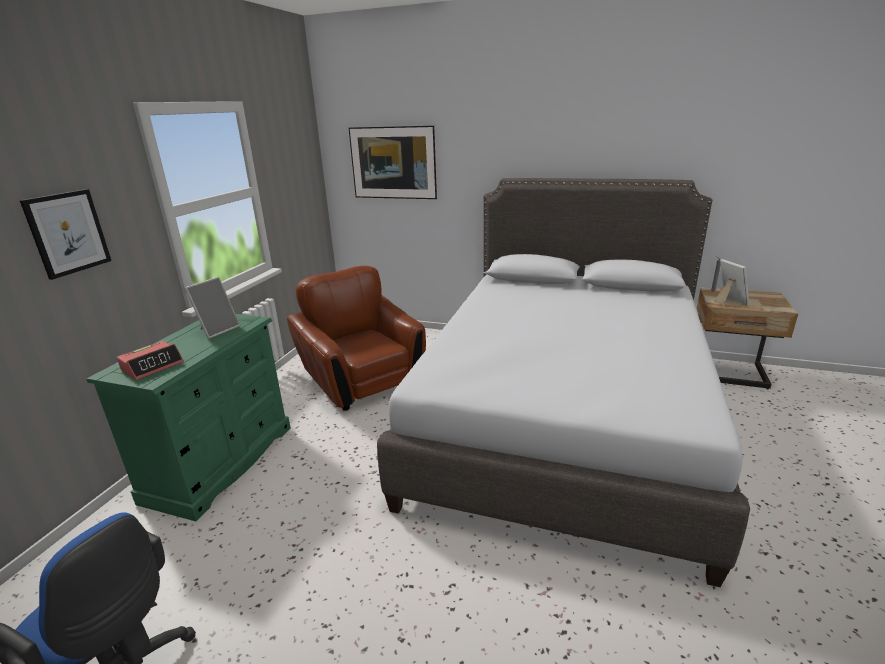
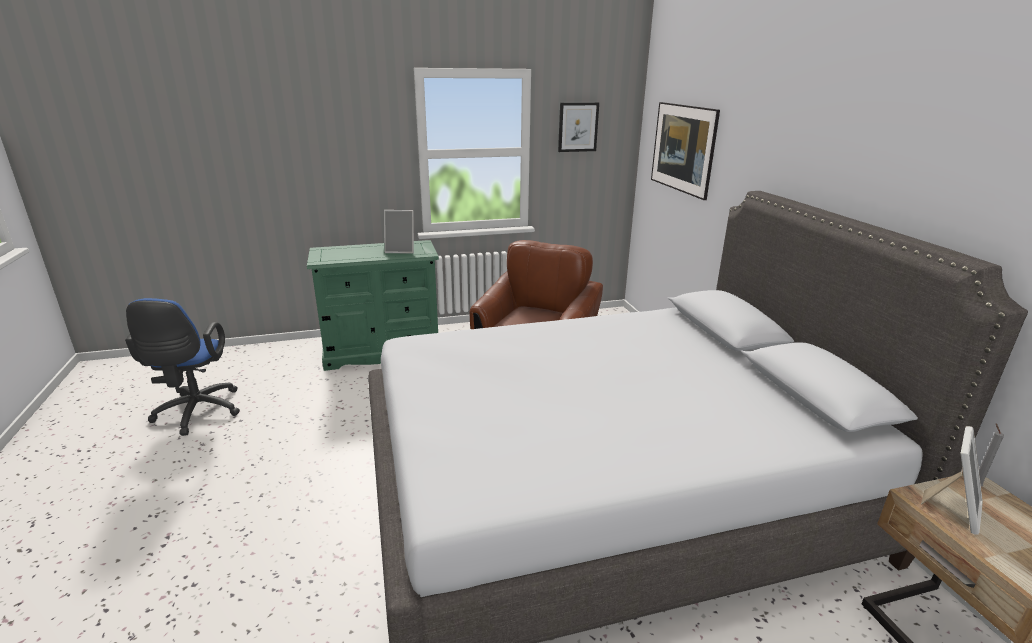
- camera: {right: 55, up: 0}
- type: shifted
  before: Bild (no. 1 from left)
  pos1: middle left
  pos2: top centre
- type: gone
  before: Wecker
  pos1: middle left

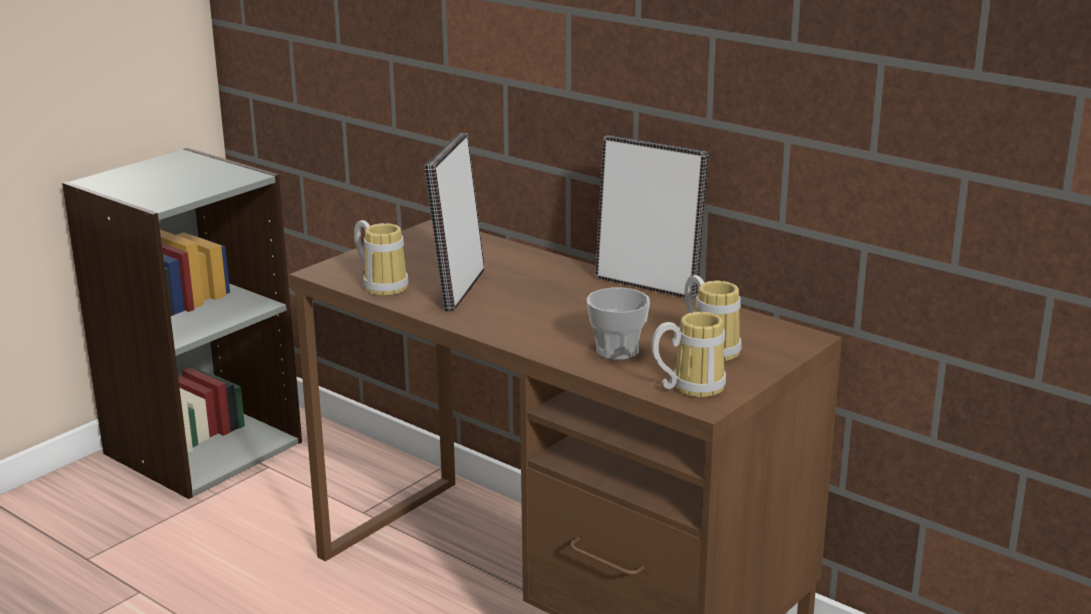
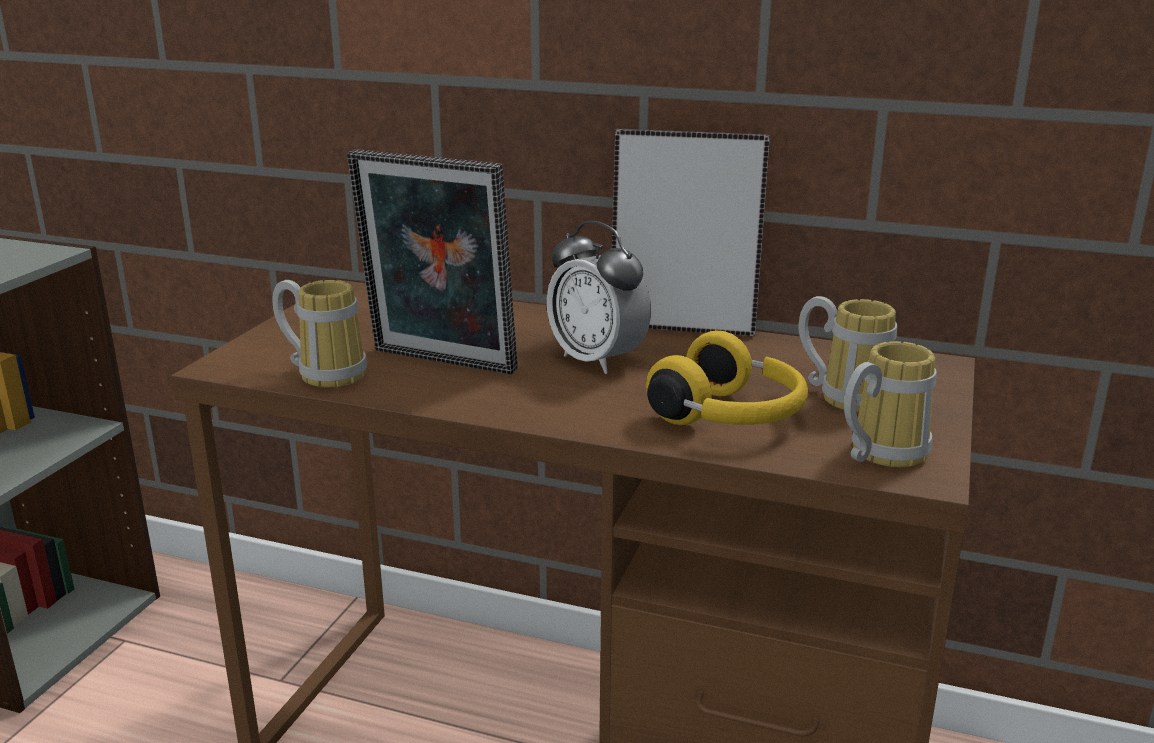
- camera: {right: -20, up: 0}
- type: rotated
  before: Bilderrahmen (no. 1 from left)
  pos1: centre
  pos2: centre
  turn: -60
- type: new
  after: Wecker
  pos2: centre
- type: swapped
  before: Tasse
  after: Kopfhörer (gelb)
  pos1: centre
  pos2: centre

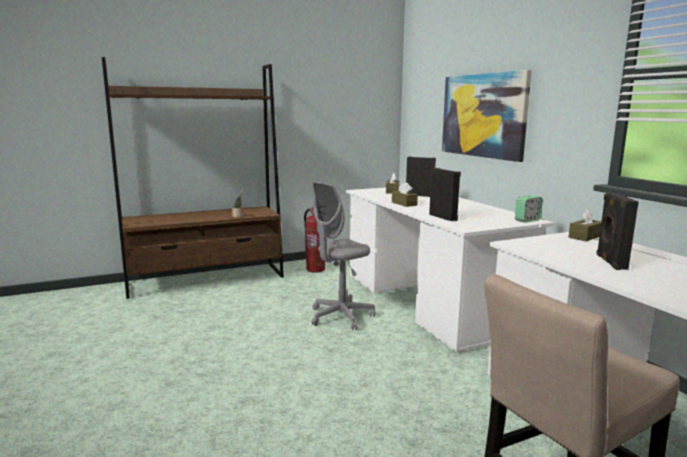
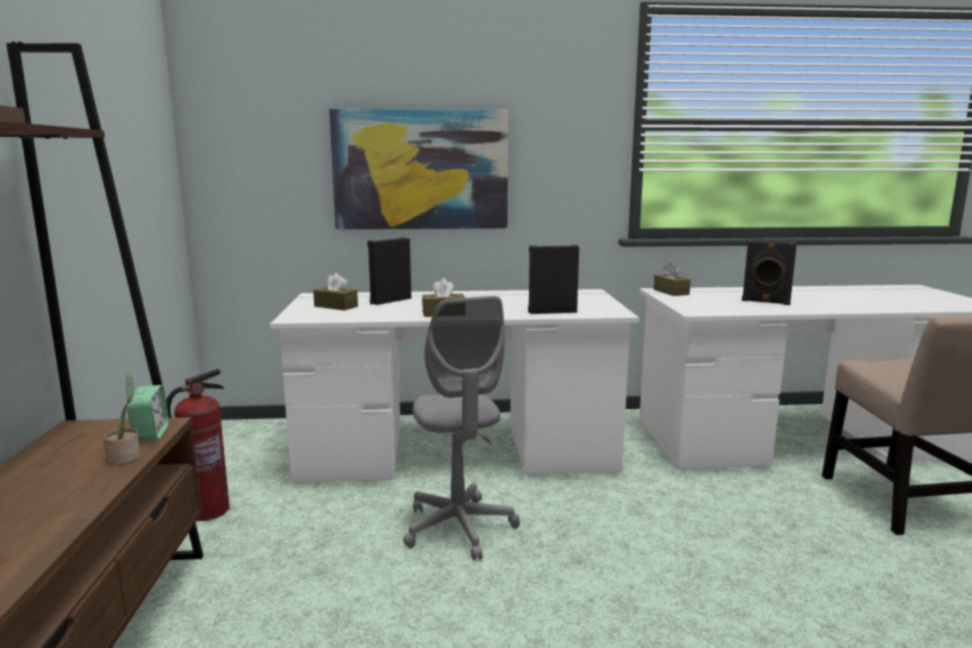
- camera: {right: -70, up: 0}
- type: shifted
  before: Wecker
  pos1: middle right
  pos2: middle left

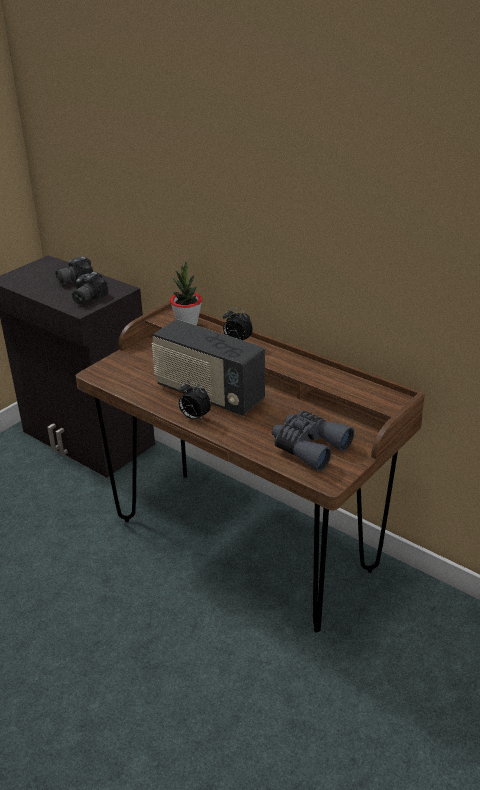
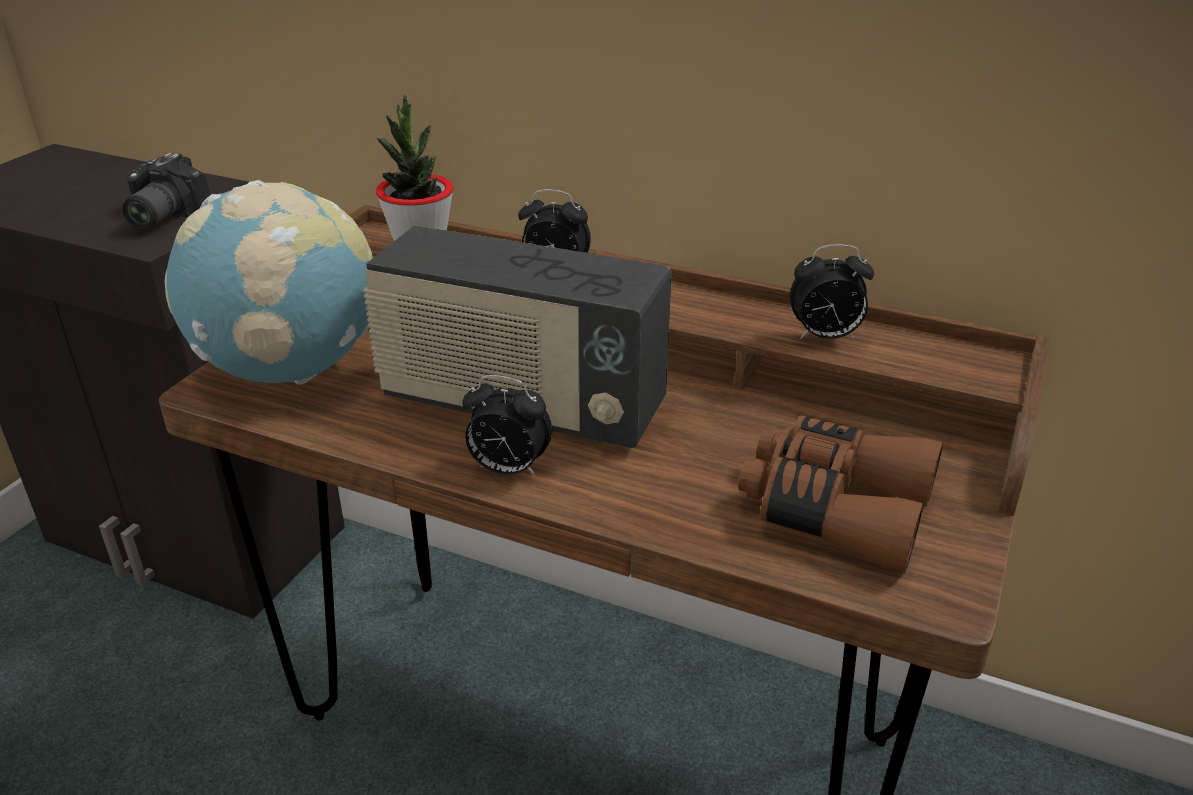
- camera: {right: -15, up: 0}
- type: new
  after: Globus
  pos2: middle left
- type: repainted
  before: Fernglas (grau)
  after: Fernglas (braun)
  pos1: centre
  pos2: middle right
- type: new
  after: Wecker (no. 3 from left)
  pos2: middle right
- type: gone
  before: Kamera (no. 1 from left)
  pos1: middle left

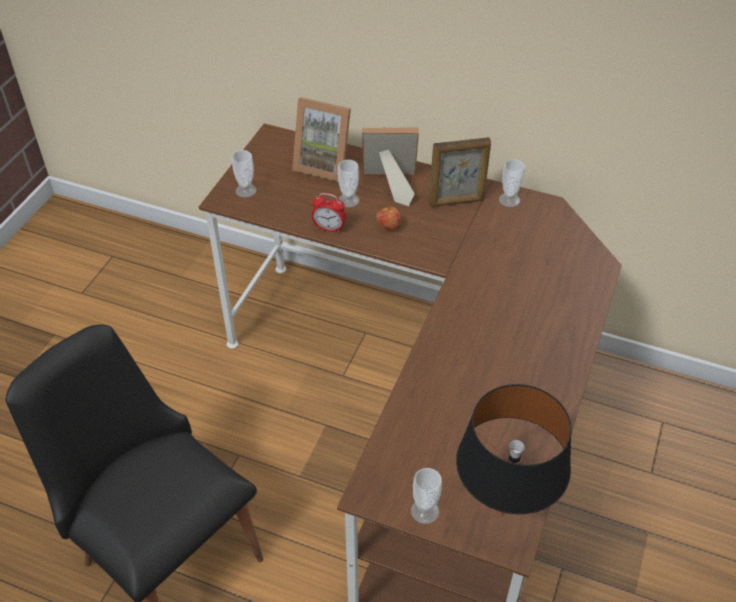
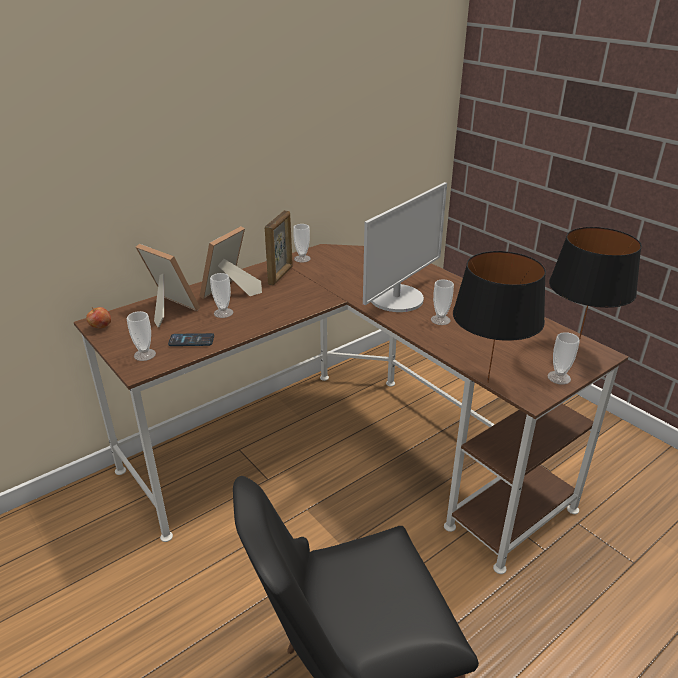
- camera: {right: -60, up: -15}
- type: shifted
  before: Apfel
  pos1: centre
  pos2: middle left
- type: rotated
  before: Bilderrahmen (no. 1 from left)
  pos1: top centre
  pos2: middle left
  turn: -105
- type: new
  after: Handy
  pos2: middle left
- type: new
  after: Monitor
  pos2: centre
- type: new
  after: Tasse (no. 4 from left)
  pos2: centre
- type: new
  after: Tischlampe (schwarz) (no. 1 from left)
  pos2: middle right
- type: gone
  before: Wecker
  pos1: centre

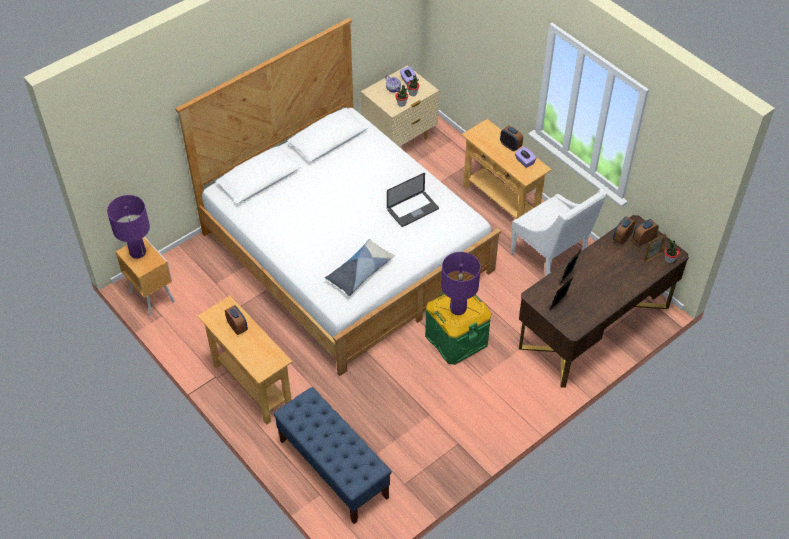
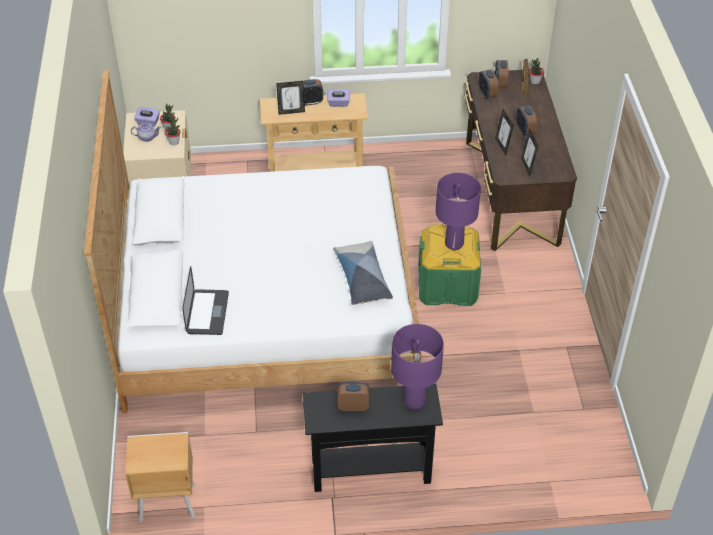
- camera: {right: -55, up: -5}
- type: shifted
  before: Laptop
  pos1: centre
  pos2: middle left
- type: new
  after: Bilderrahmen (no. 1 from left)
  pos2: top centre
- type: repainted
  before: Konsolentisch (beige) (no. 1 from left)
  after: Konsolentisch (schwarz)
  pos1: bottom left
  pos2: bottom centre
- type: shifted
  before: Tischlampe (lila) (no. 1 from left)
  pos1: middle left
  pos2: bottom centre
- type: new
  after: Wecker (no. 5 from left)
  pos2: top right
- type: gone
  before: Bank (blau)
  pos1: bottom centre
- type: gone
  before: Sessel (weiß)
  pos1: middle right

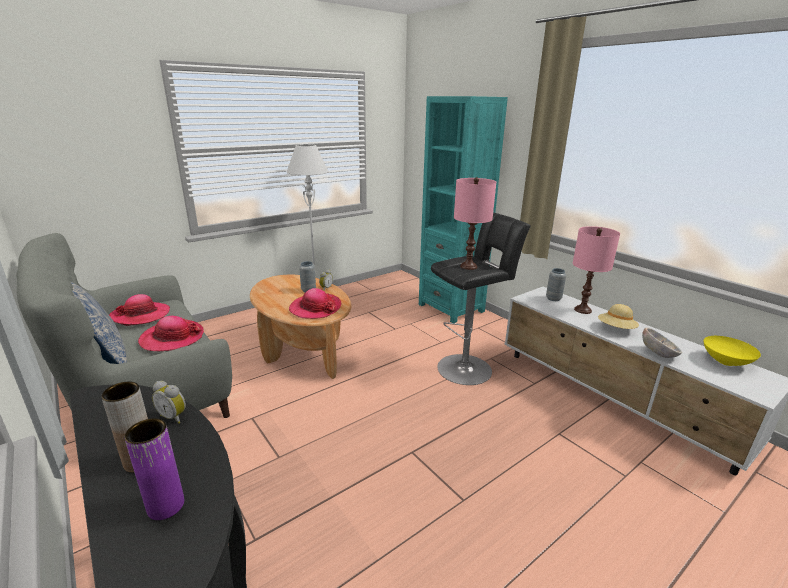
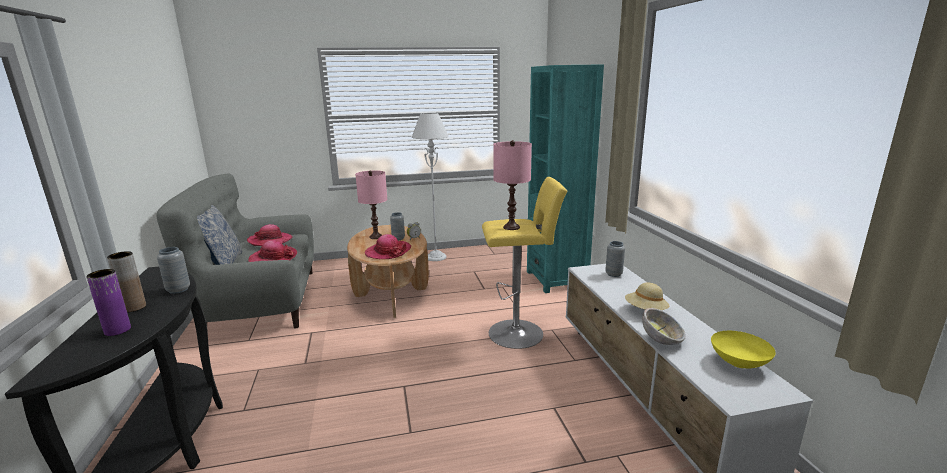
- camera: {right: 25, up: -5}
- type: swapped
  before: Wecker (no. 1 from left)
  after: Vase (grau) (no. 1 from left)
  pos1: bottom left
  pos2: middle left
- type: shifted
  before: Tischlampe (rosa) (no. 2 from left in the first image)
  after: Tischlampe (rosa) (no. 1 from left)
  pos1: middle right
  pos2: centre
- type: repainted
  before: Hocker (schwarz)
  after: Hocker (gelb)
  pos1: centre
  pos2: centre

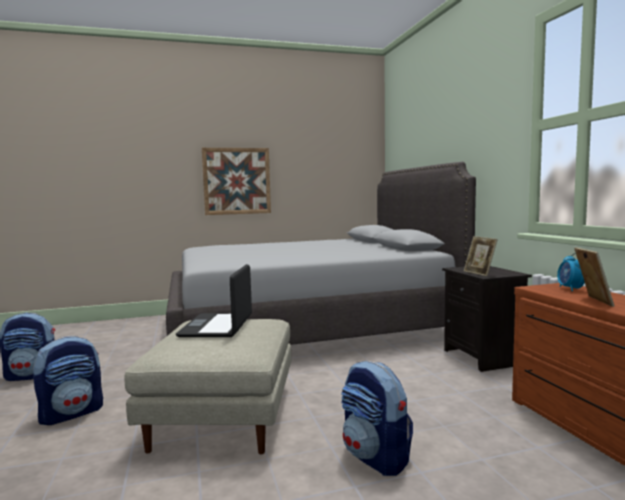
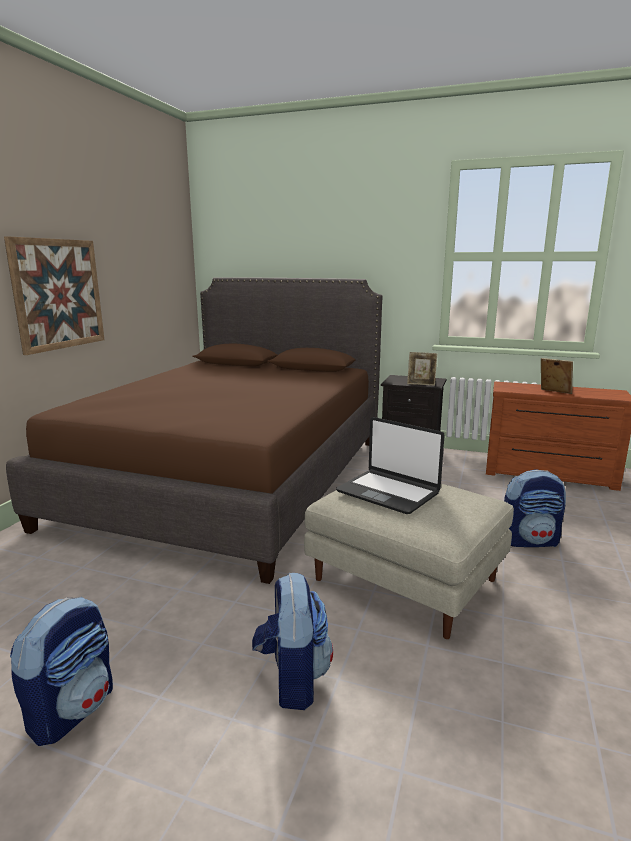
- camera: {right: -55, up: 10}
- type: repainted
  before: Bett (grau)
  after: Bett (braun)
  pos1: centre
  pos2: middle left
- type: gone
  before: Wecker
  pos1: middle right

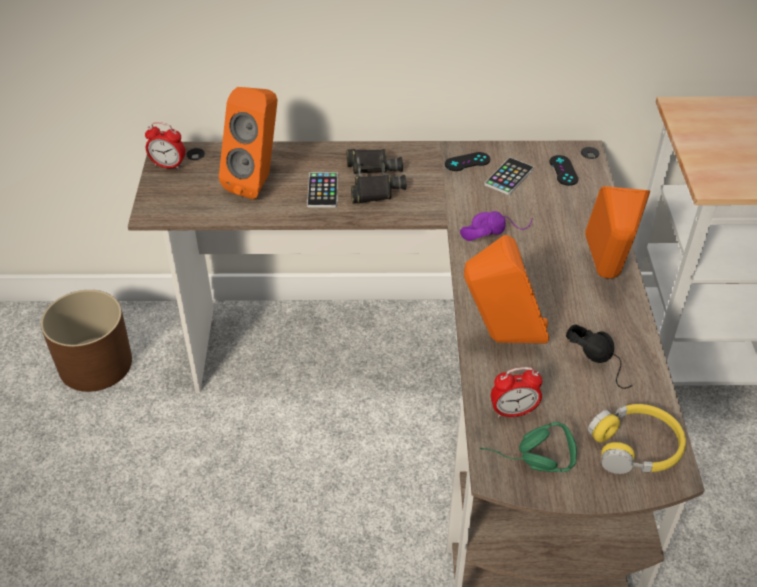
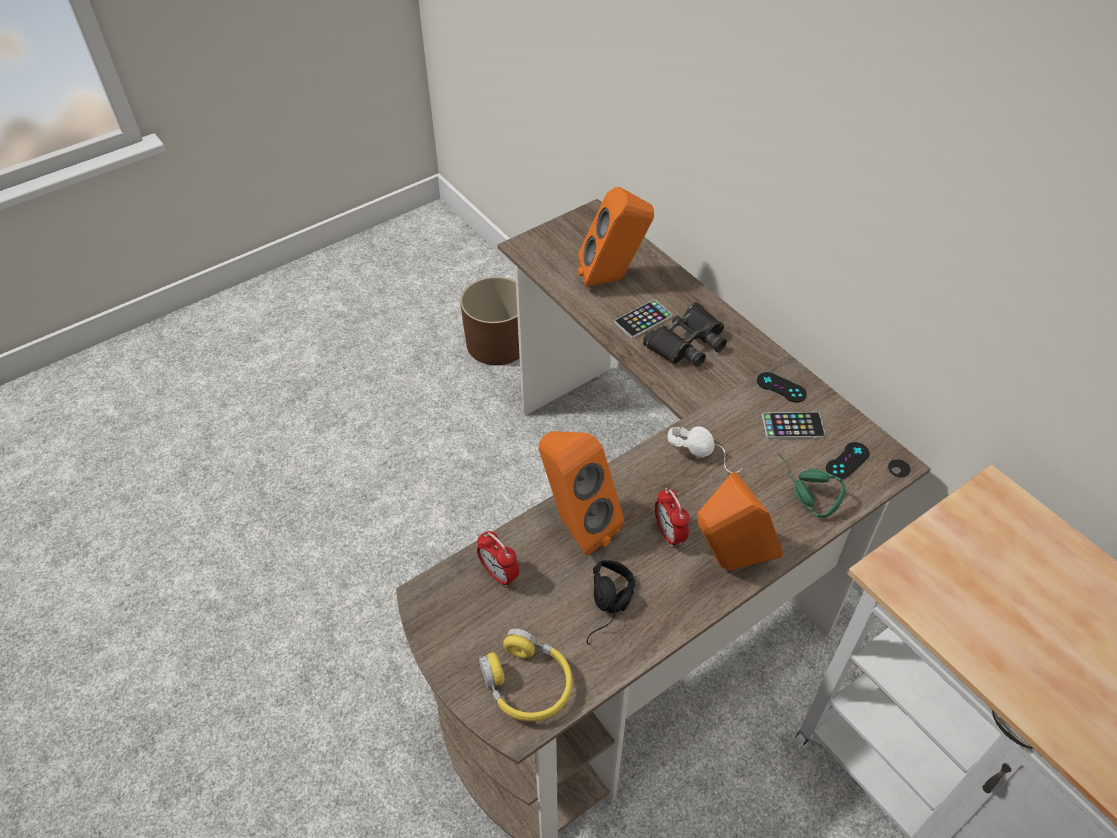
- camera: {right: 55, up: 5}
- type: shifted
  before: Wecker (no. 1 from left in the first image)
  after: Wecker (no. 2 from left)
  pos1: top left
  pos2: centre
- type: repainted
  before: Kopfhörer (lila)
  after: Kopfhörer (weiß)
  pos1: centre
  pos2: centre
- type: shifted
  before: Kopfhörer (grün)
  pos1: bottom right
  pos2: middle right

